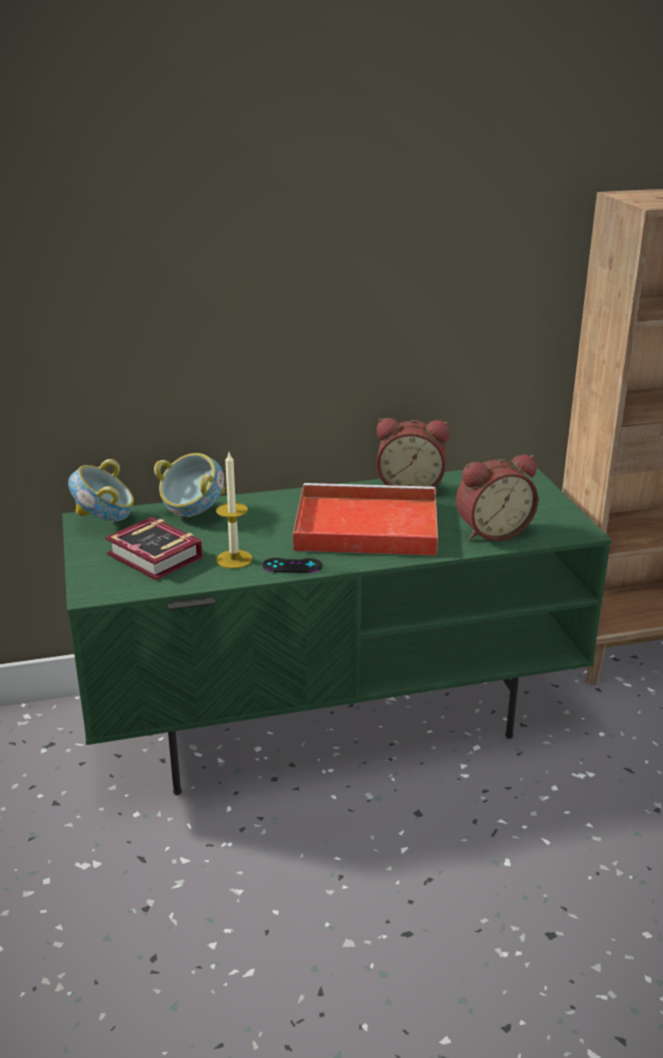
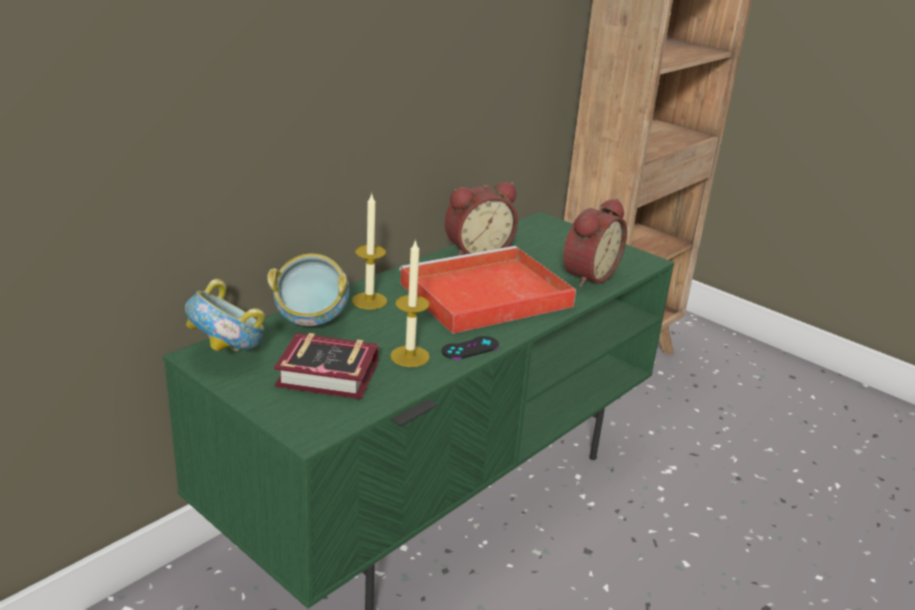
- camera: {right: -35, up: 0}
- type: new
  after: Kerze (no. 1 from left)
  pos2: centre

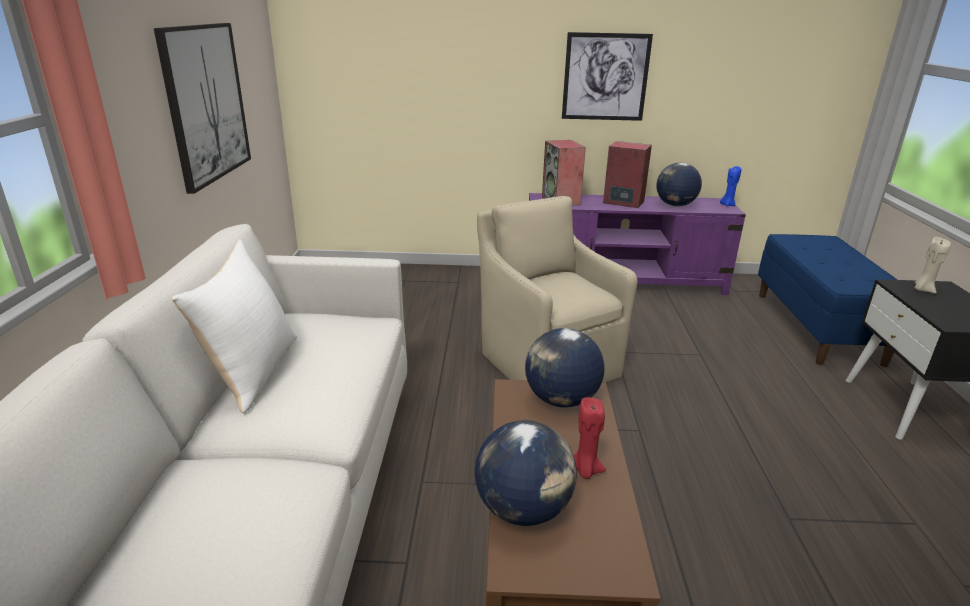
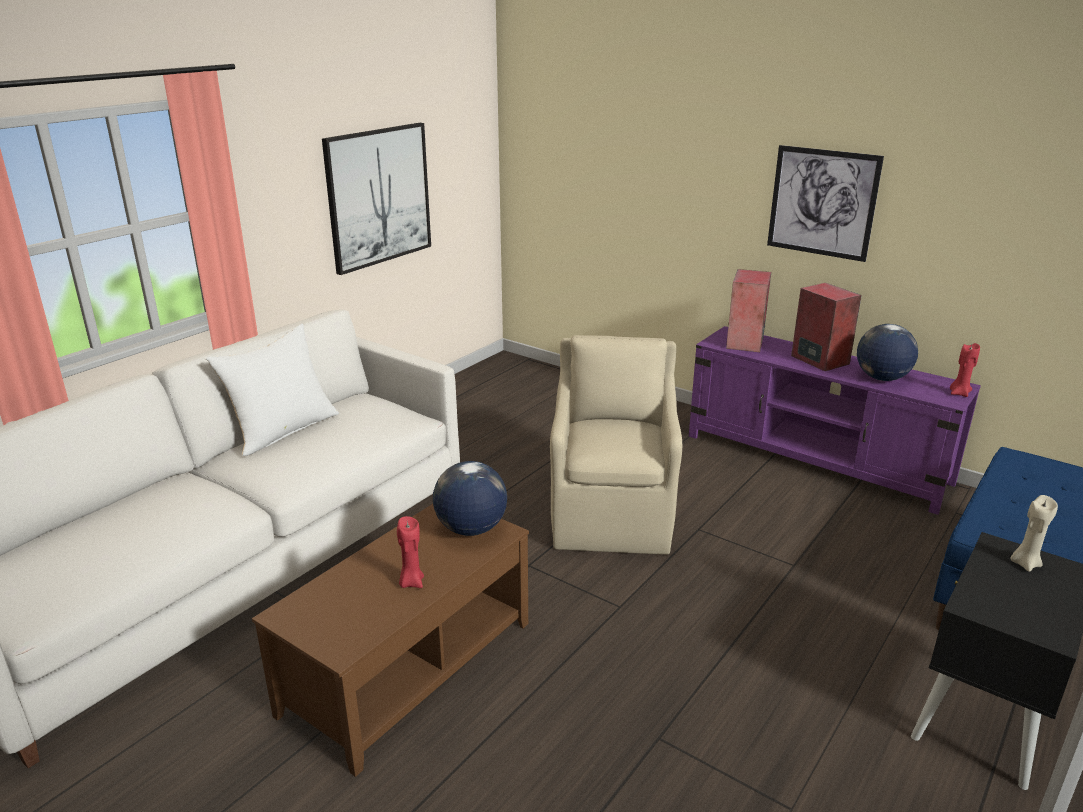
- camera: {right: 35, up: 0}
- type: repainted
  before: Kerze (blau)
  after: Kerze (rot) (no. 2 from left)
  pos1: top right
  pos2: middle right
- type: gone
  before: Globus (no. 1 from left)
  pos1: bottom centre

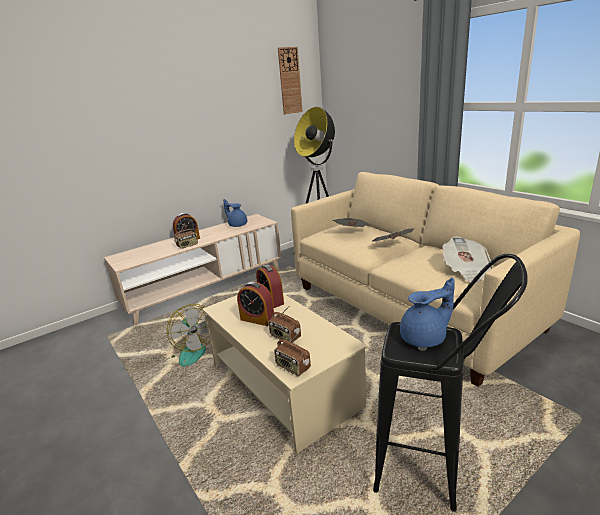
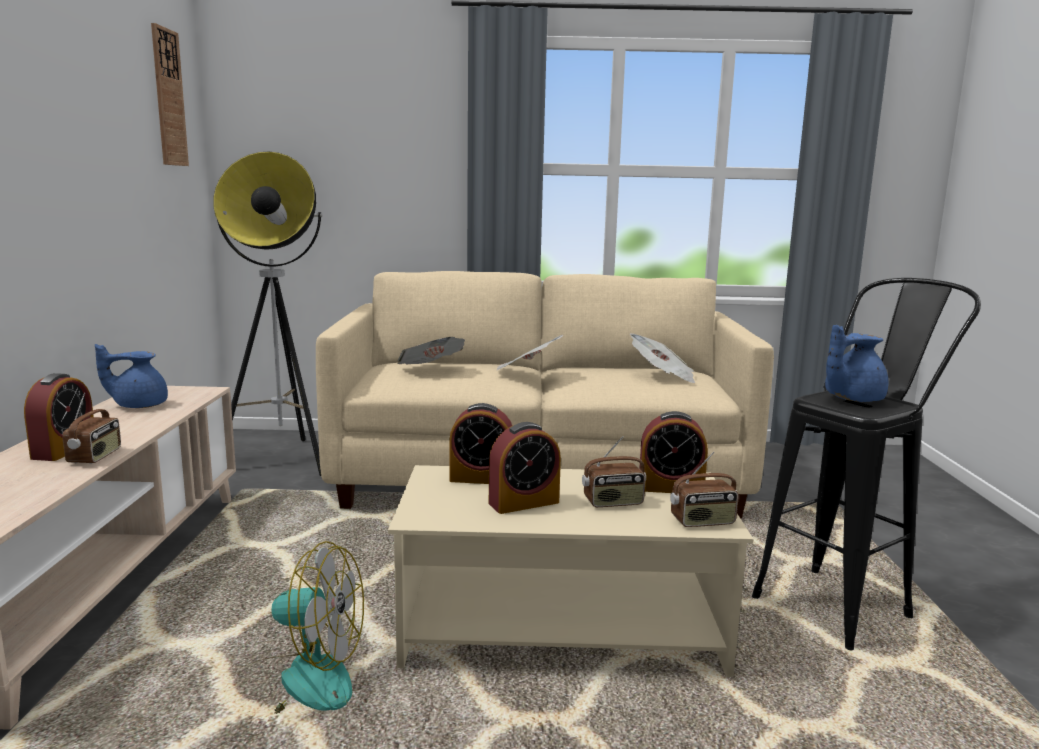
- camera: {right: -55, up: -10}
- type: new
  after: Wecker (no. 4 from left)
  pos2: centre
- type: rotated
  before: Teekanne (blau) (no. 2 from left)
  pos1: middle right
  pos2: middle right
  turn: -135

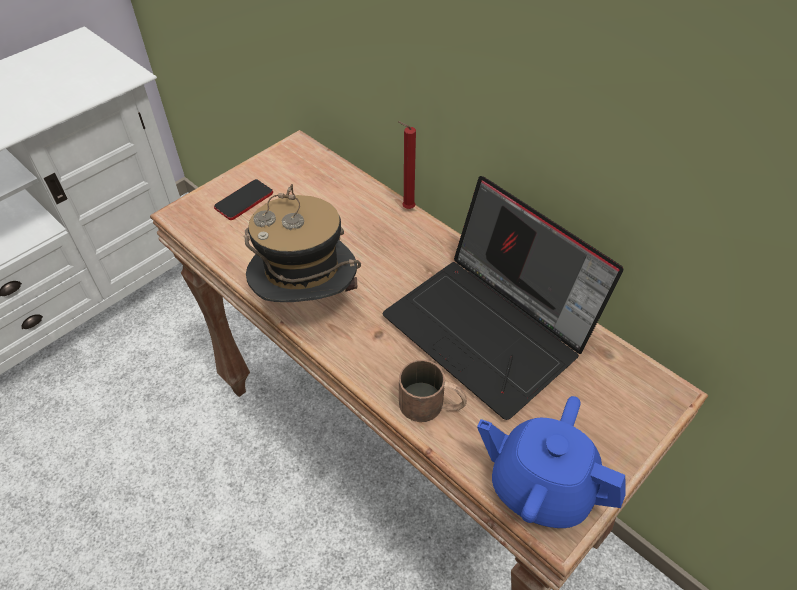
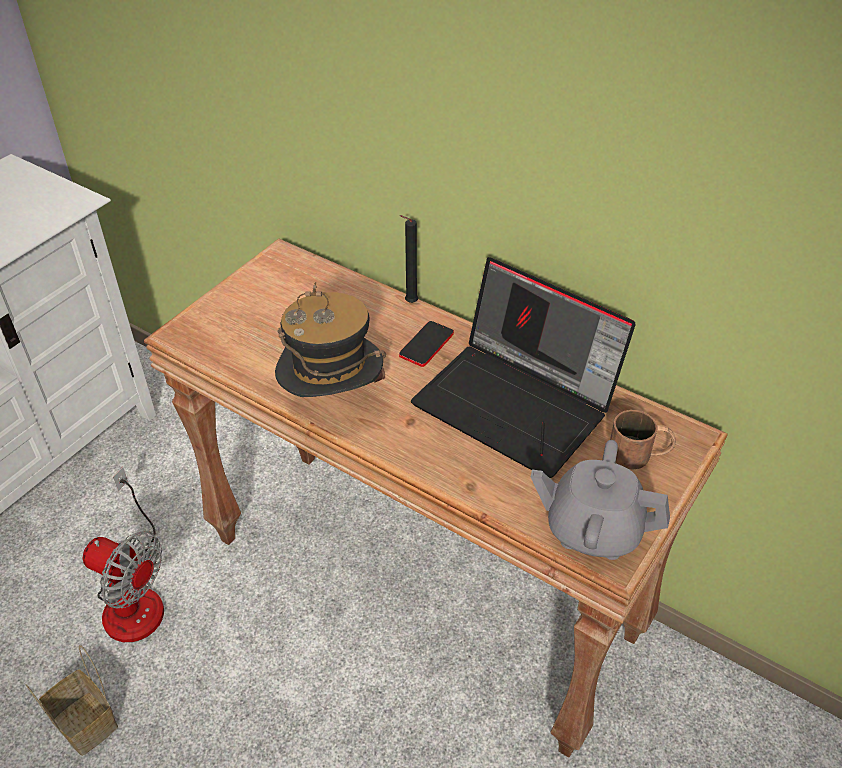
- camera: {right: -10, up: -5}
- type: new
  after: Korb
  pos2: bottom left
- type: new
  after: Ventilator
  pos2: bottom left
- type: repainted
  before: Kerze (rot)
  after: Kerze (schwarz)
  pos1: top centre
  pos2: centre
- type: shifted
  before: Handy
  pos1: middle left
  pos2: centre
- type: repainted
  before: Teekanne (blau)
  after: Teekanne (grau)
  pos1: bottom right
  pos2: middle right
- type: shifted
  before: Henkelbecher (braun)
  pos1: centre
  pos2: middle right

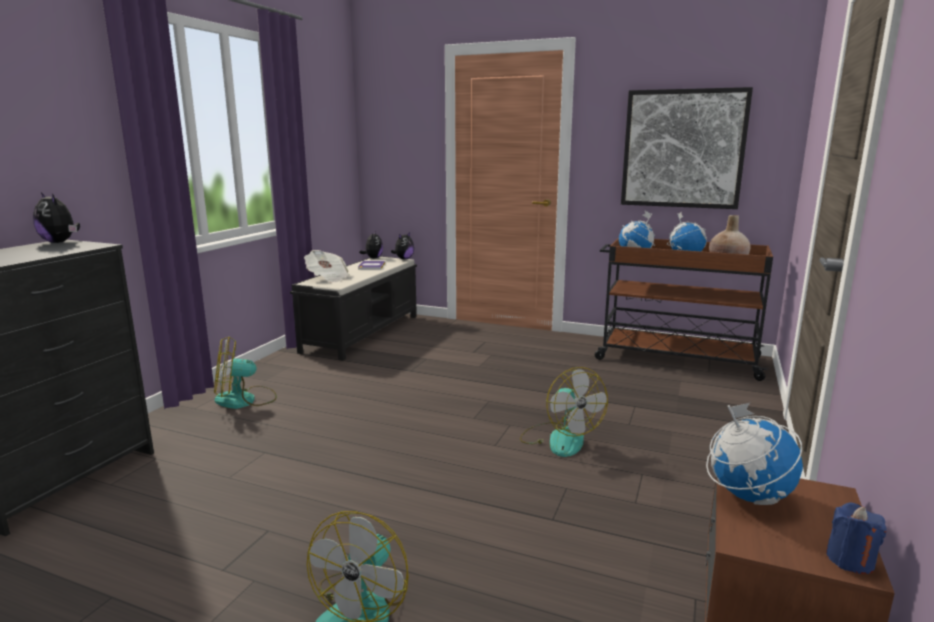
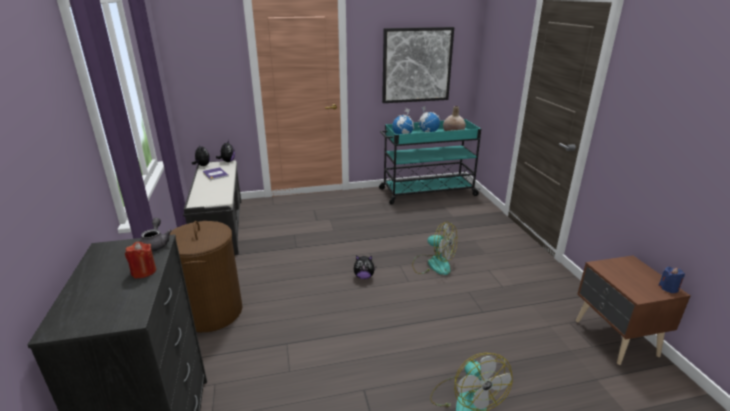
- camera: {right: -35, up: 10}
- type: new
  after: Kerze (rot)
  pos2: middle left
- type: new
  after: Teekanne (grau)
  pos2: middle left
- type: swapped
  before: Ventilator (no. 1 from left)
  after: Wäschekorb (braun)
  pos1: middle left
  pos2: bottom left
- type: shifted
  before: Plüschtier (no. 1 from left in the first image)
  after: Plüschtier (no. 3 from left)
  pos1: middle left
  pos2: centre
- type: repainted
  before: Rollwagen (braun)
  after: Rollwagen (türkis)
  pos1: middle right
  pos2: centre
- type: gone
  before: Zeitung
  pos1: centre
- type: gone
  before: Globus (no. 3 from left)
  pos1: bottom right

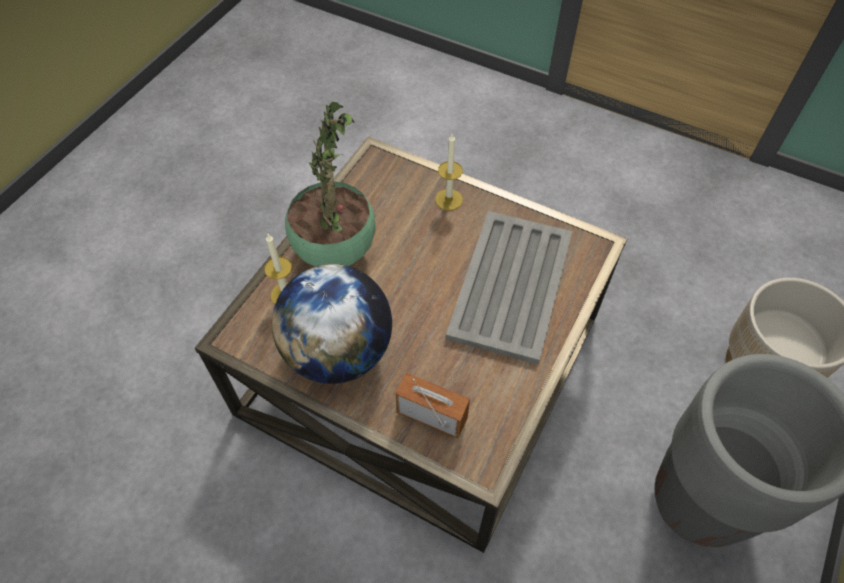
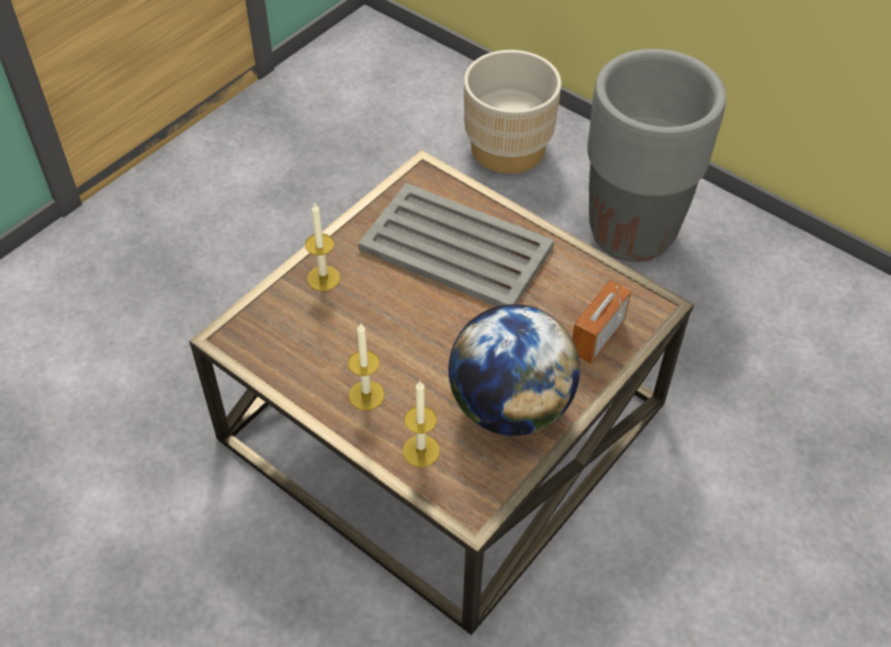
- camera: {right: -80, up: -5}
- type: swapped
  before: Topfpflanze
  after: Kerze (no. 2 from left)
  pos1: top centre
  pos2: centre

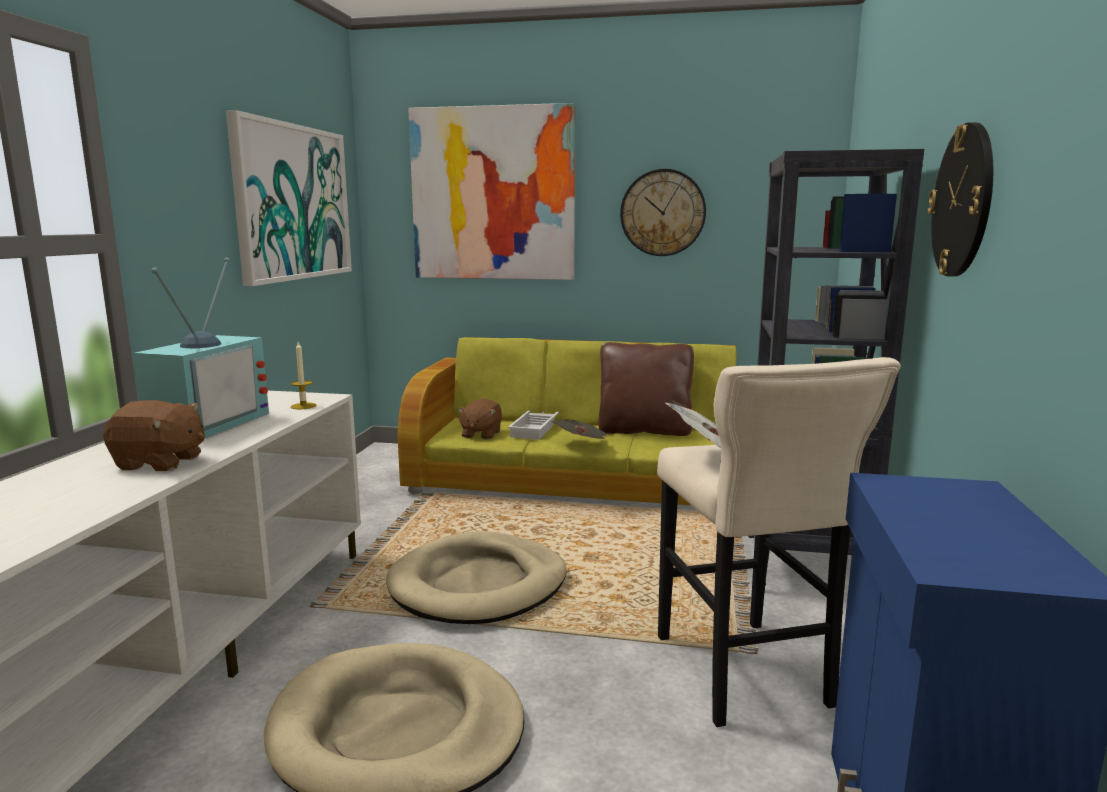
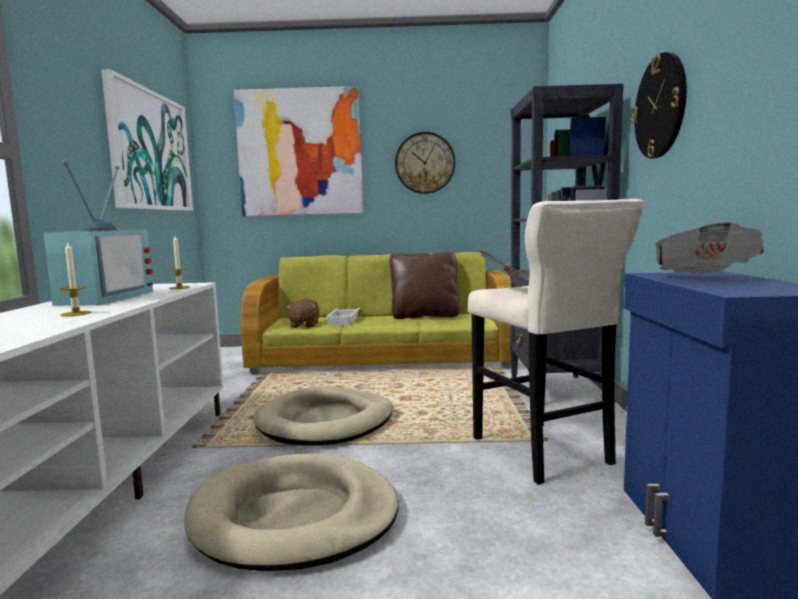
- camera: {right: -10, up: -5}
- type: swapped
  before: Plüschtier (braun) (no. 1 from left)
  after: Kerze (no. 1 from left)
  pos1: middle left
  pos2: middle left
- type: shifted
  before: Zeitung (no. 1 from left in the first image)
  after: Zeitung (no. 2 from left)
  pos1: centre
  pos2: middle right

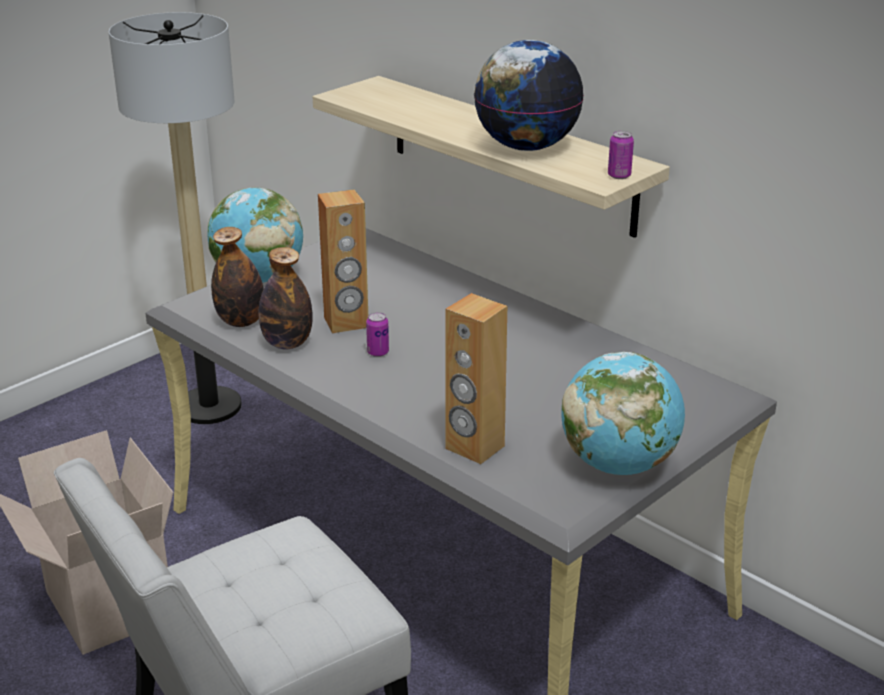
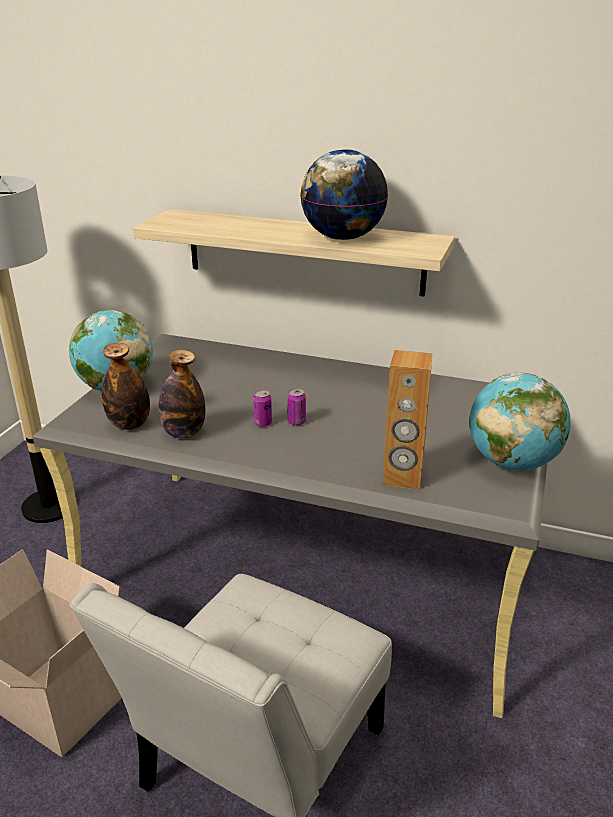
- camera: {right: -25, up: 0}
- type: shifted
  before: Dose (no. 2 from left)
  pos1: top right
  pos2: centre
- type: gone
  before: Lautsprecher (braun) (no. 1 from left)
  pos1: centre

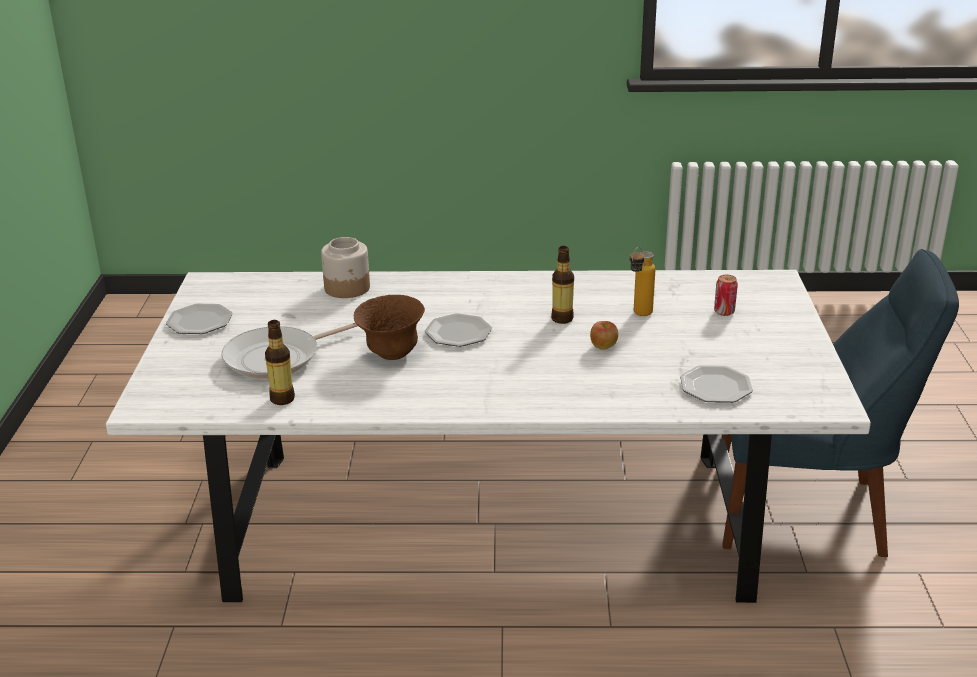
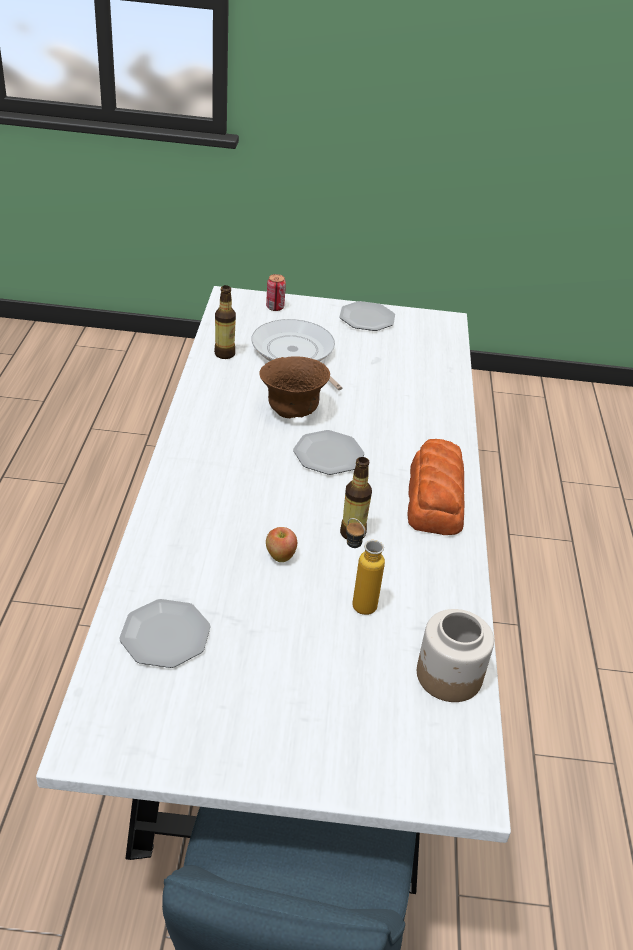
- camera: {right: 90, up: 10}
- type: shifted
  before: Dose
  pos1: middle right
  pos2: top centre
- type: new
  after: Brot
  pos2: middle right
- type: shifted
  before: Vorratsglas
  pos1: centre
  pos2: bottom right

